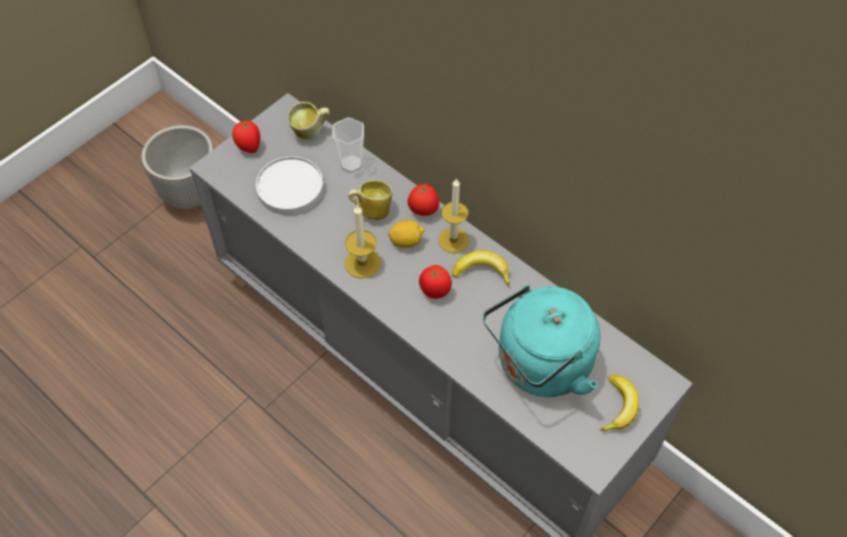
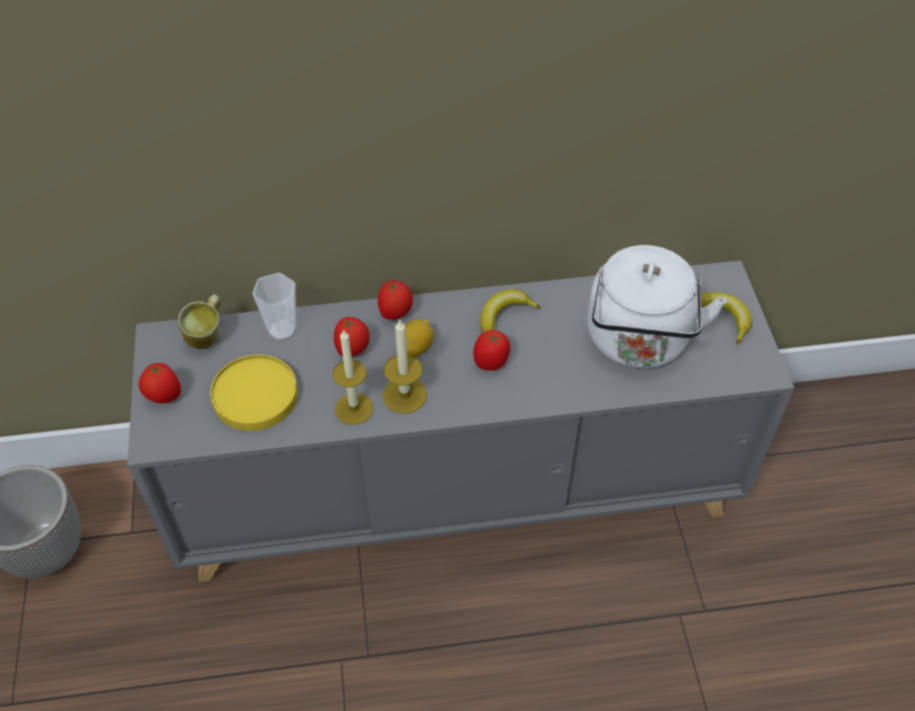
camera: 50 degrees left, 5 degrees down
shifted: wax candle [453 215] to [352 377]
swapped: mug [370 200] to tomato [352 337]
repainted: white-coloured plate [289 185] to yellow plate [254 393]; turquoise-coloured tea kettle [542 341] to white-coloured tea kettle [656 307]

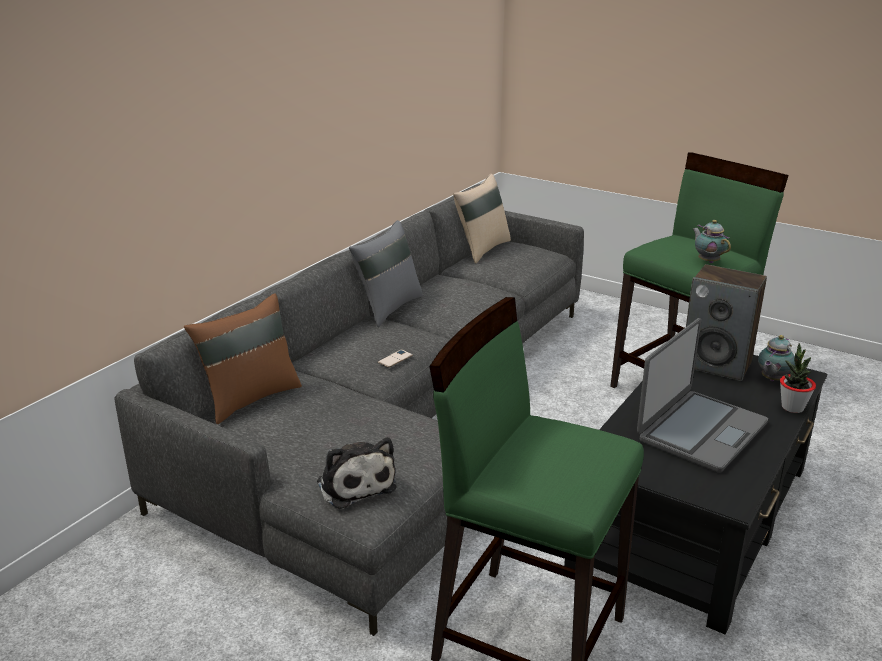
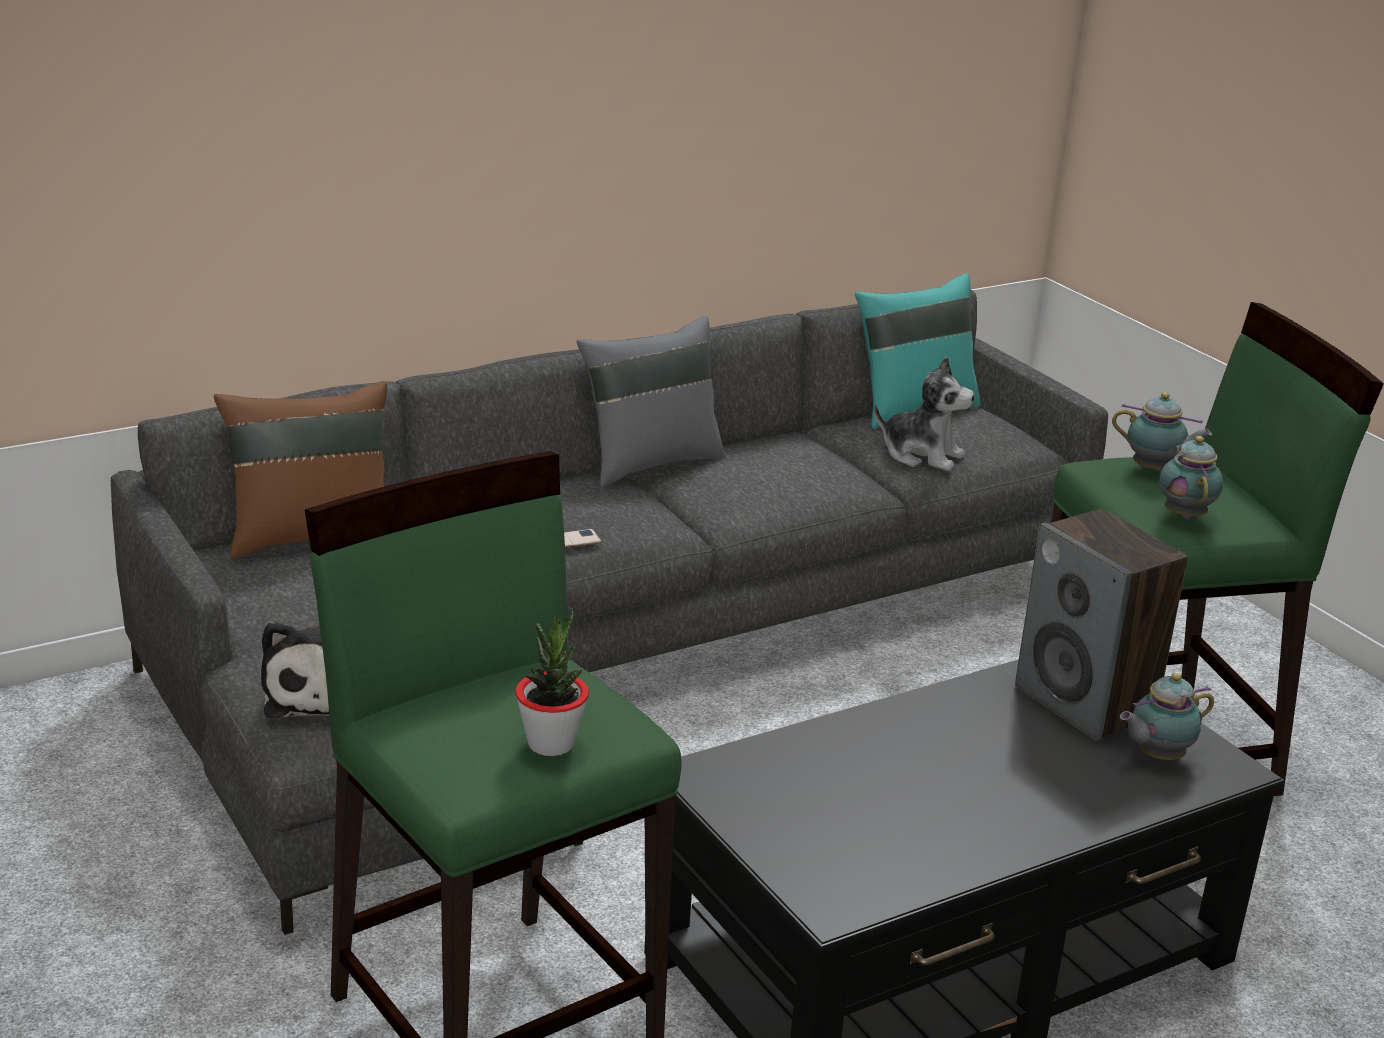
camera: 25 degrees right, 0 degrees up
gone: portable computer [702 395]
new: plush toy [924 413]; teapot [1162 431]
shifted: potted plant [798 378] to [552 682]
repainted: beige-coloured throw pillow [482 219] to turquoise-coloured throw pillow [917 351]

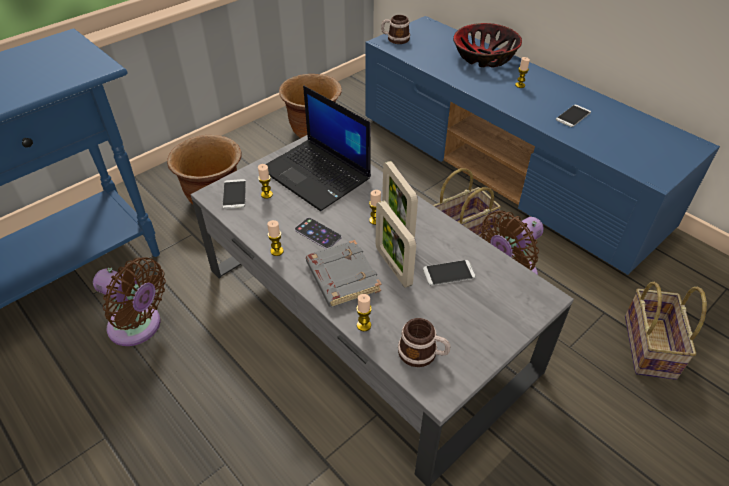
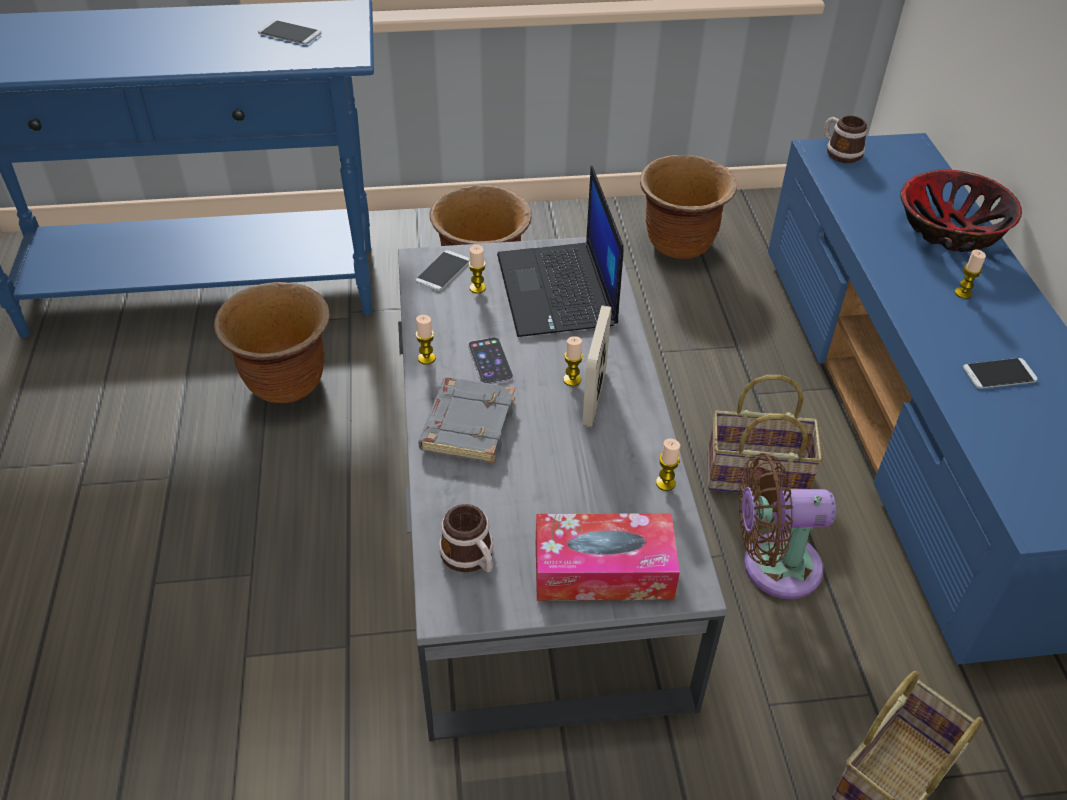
camera: 35 degrees right, 0 degrees up
gone: photo frame [396 244]
new: tissue holder [608 557]
shifted: wax candle [364 312] to [668 464]; handset [449 273] to [289 32]
swapped: brownish electric fan [129 301] to brownish plant pot [272 342]

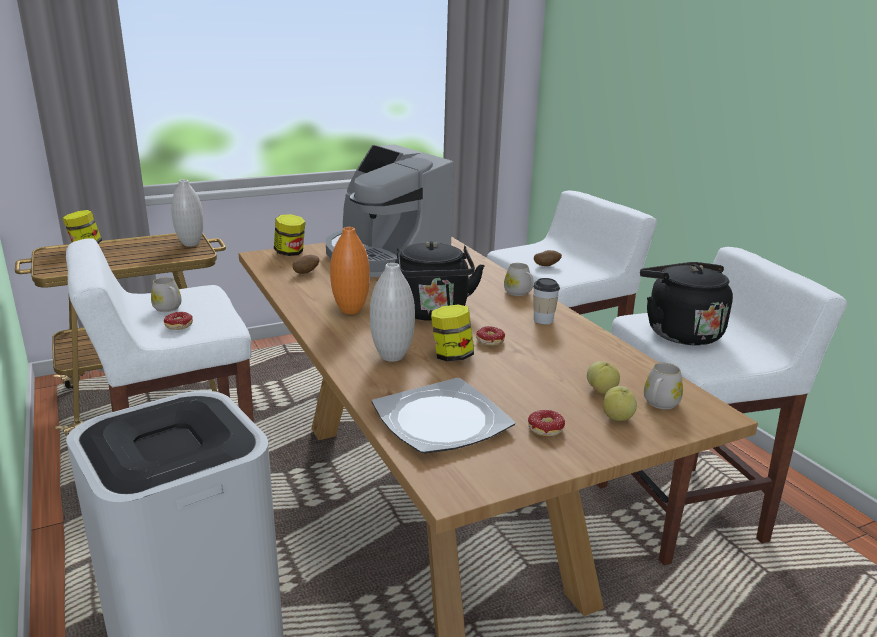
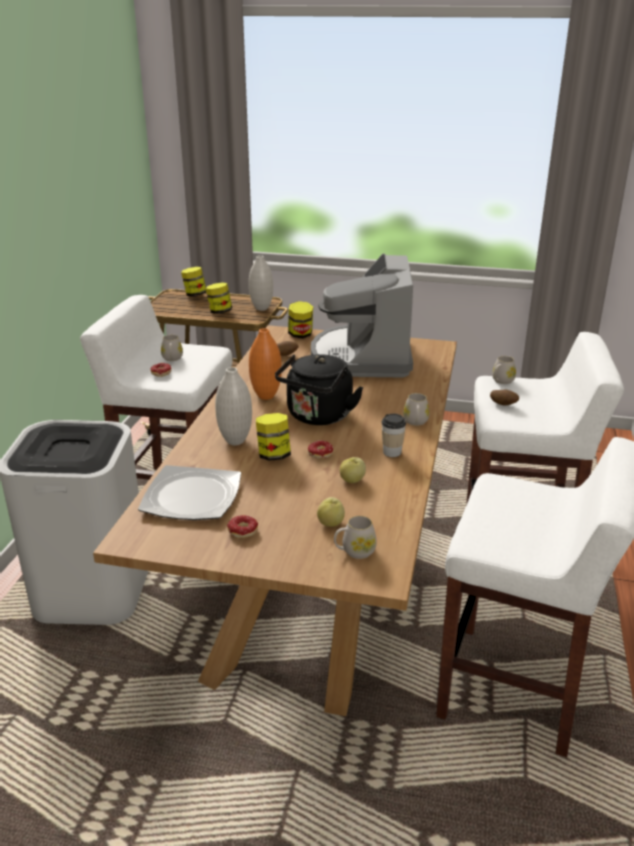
camera: 40 degrees right, 5 degrees up
gone: black-coloured tea kettle [686 303]
new: jar [219 298]; white-coloured mug [504 370]
shifted: apple [620 403] to [353 470]

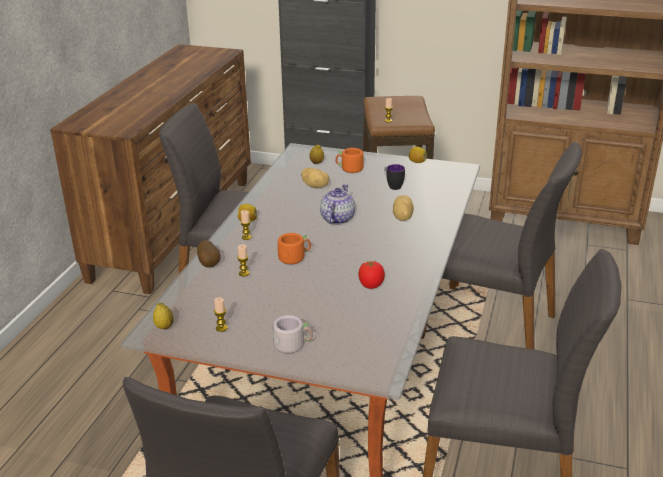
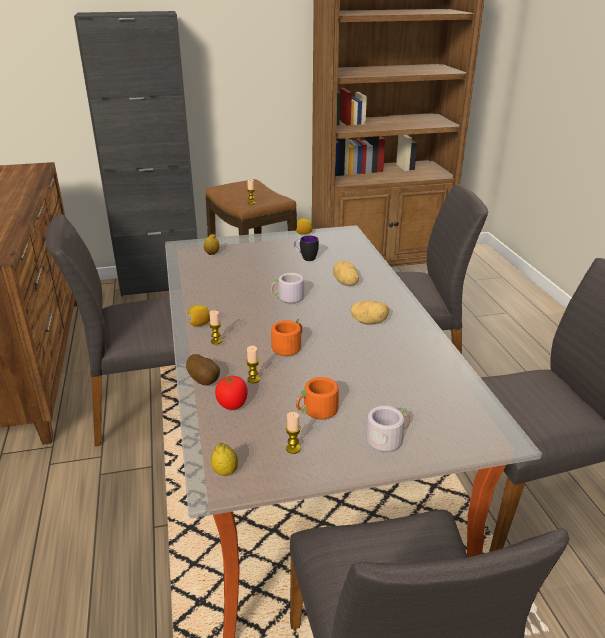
camera: 30 degrees left, 0 degrees up
shifted: whole potato [315 178] to [370 312]; orange-coloured mug [349 160] to [321 398]; tomato [371 275] to [231 392]
swapped: teapot [337 204] to grey mug [287 288]

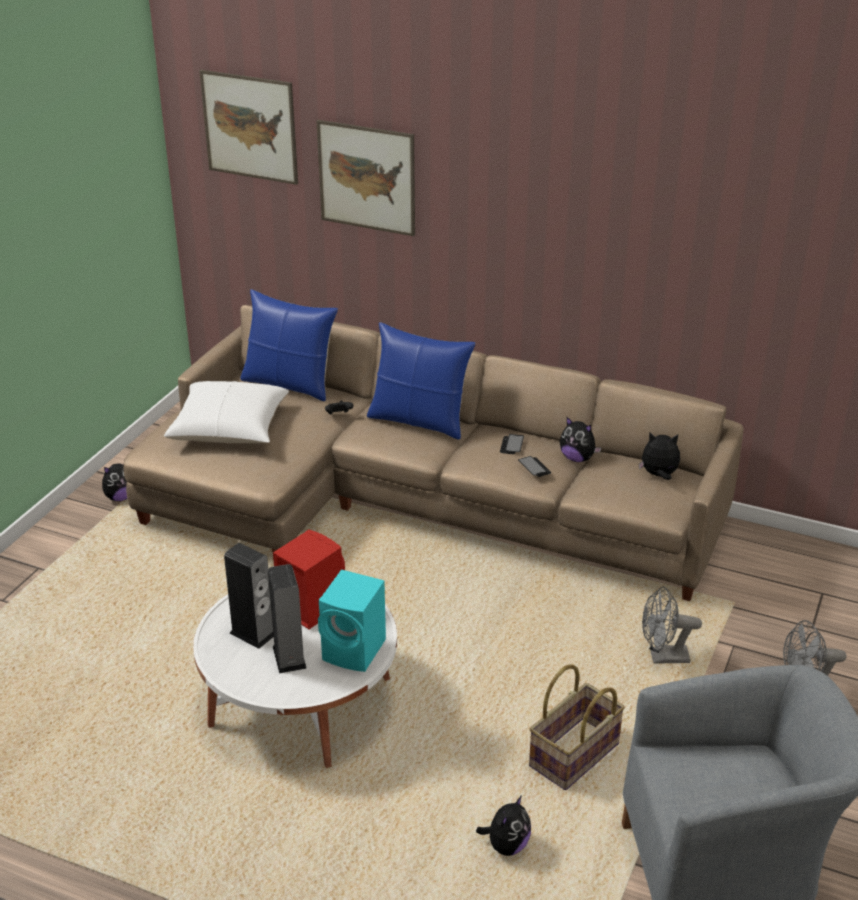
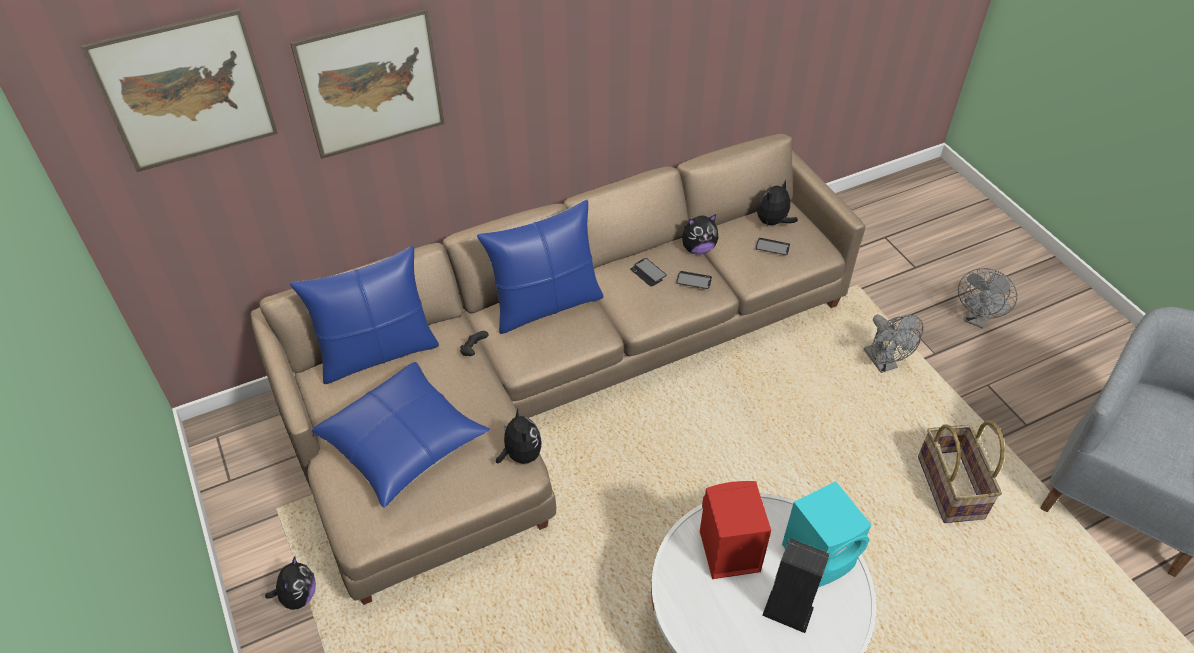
camera: 50 degrees left, 15 degrees up
gone: speaker [249 596]
new: handset [773 246]
shifted: plush toy [503 825] to [519 436]
repainted: white-coloured throw pillow [226 412] to blue throw pillow [401 435]
rotated: grey electric fan [672 625] = [893 344] 60 degrees counterclockwise

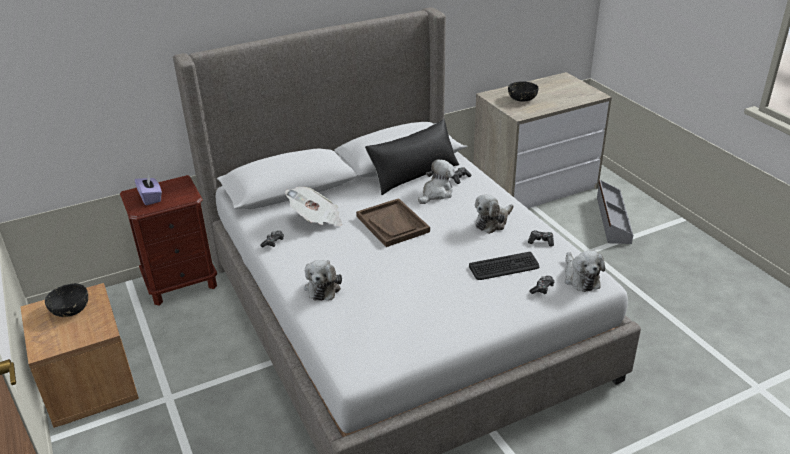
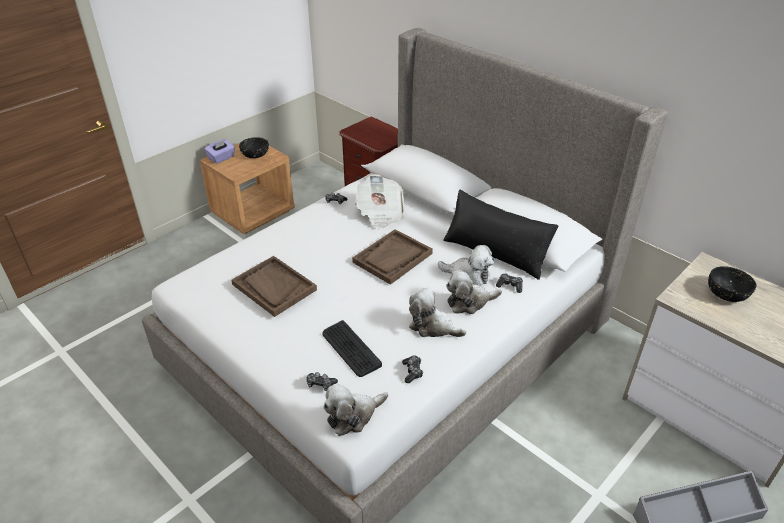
camera: 70 degrees right, 5 degrees up
new: brownish serving tray [274 286]
shifted: purplish tissue holder [148 189] to [219 151]; plush toy [323 280] to [474 292]

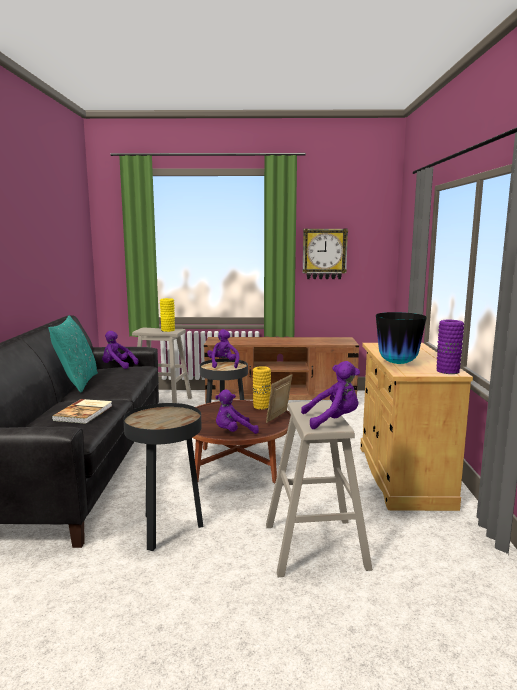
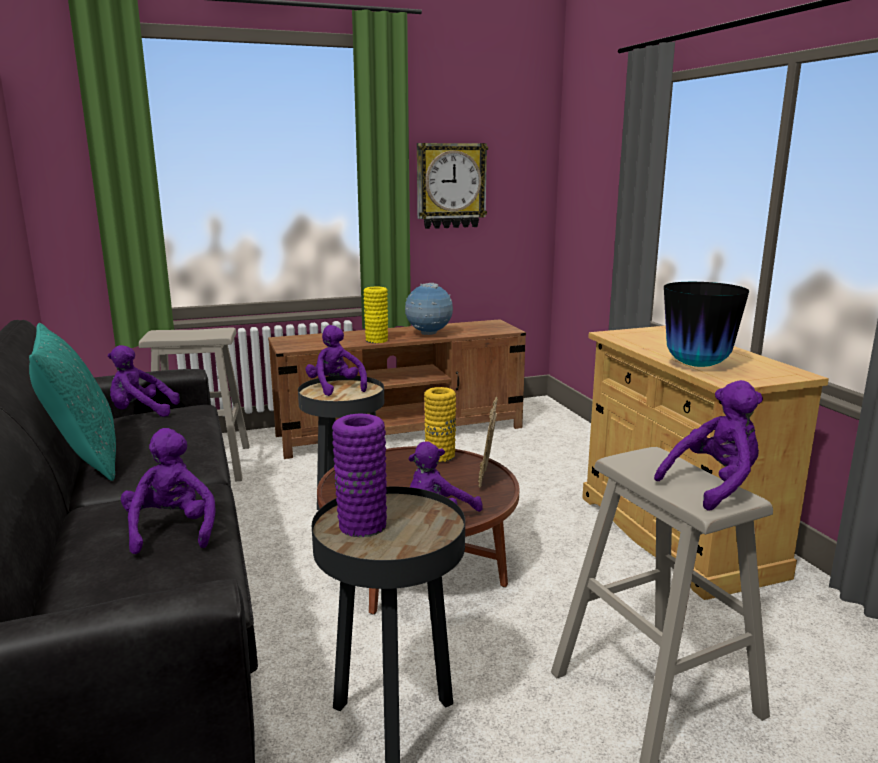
camera: 20 degrees left, 5 degrees up
new: desk globe [429 309]
shifted: yellow decorative vase [167 315] to [375 315]; purplish decorative vase [450 347] to [359 475]
swapped: volume [81 411] to purplish plush toy [168 491]

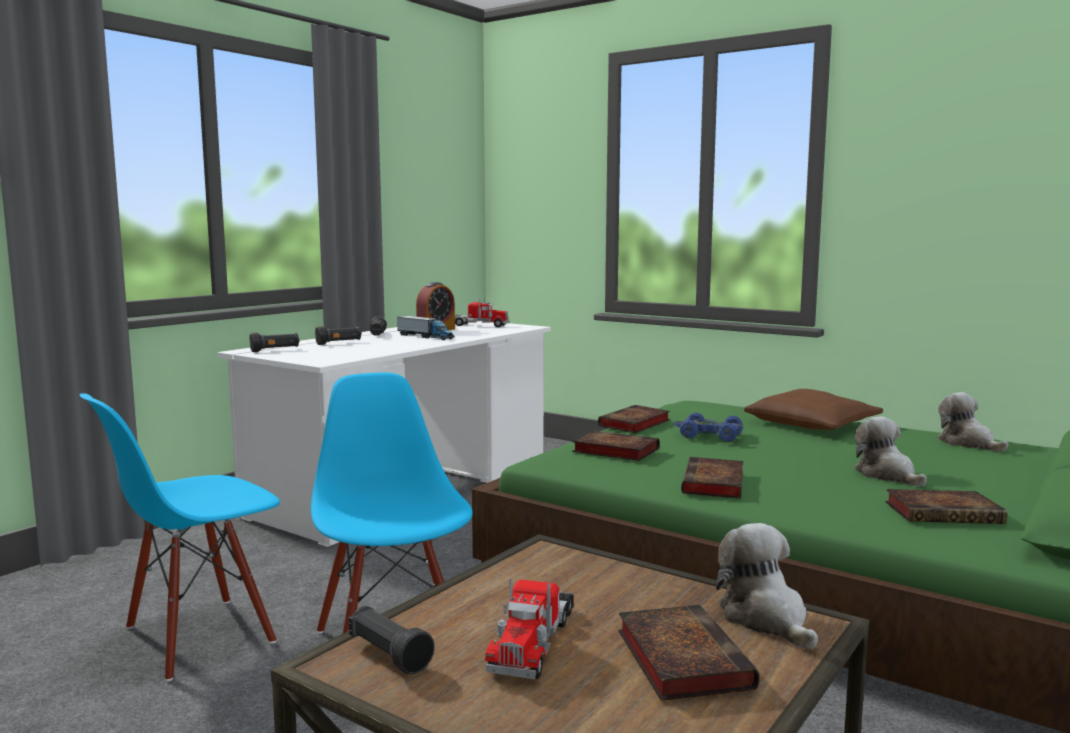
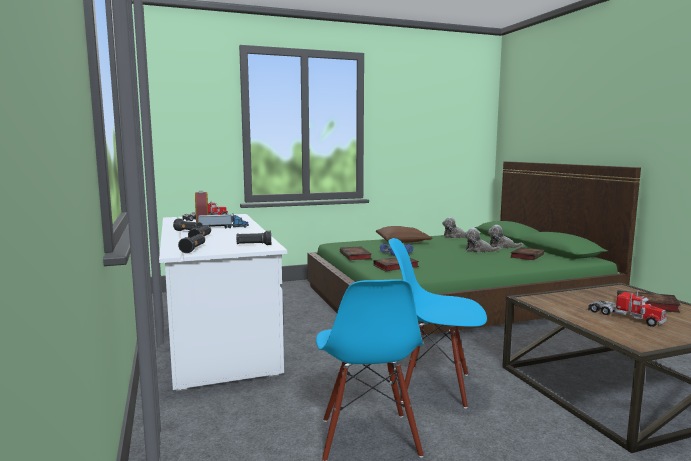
camera: 55 degrees left, 0 degrees up
gone: volume [712 478]
shifted: black-coloured hand torch [391 640] to [253 238]; plush toy [767 586] to [505 237]

